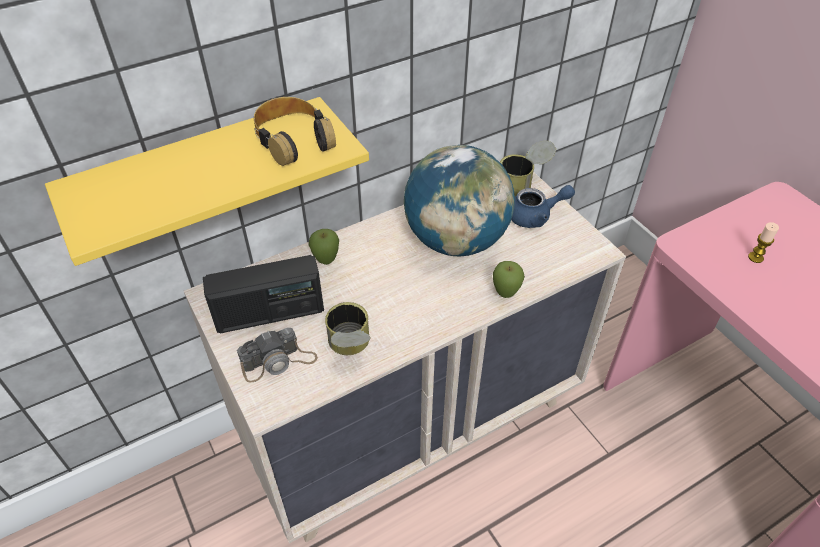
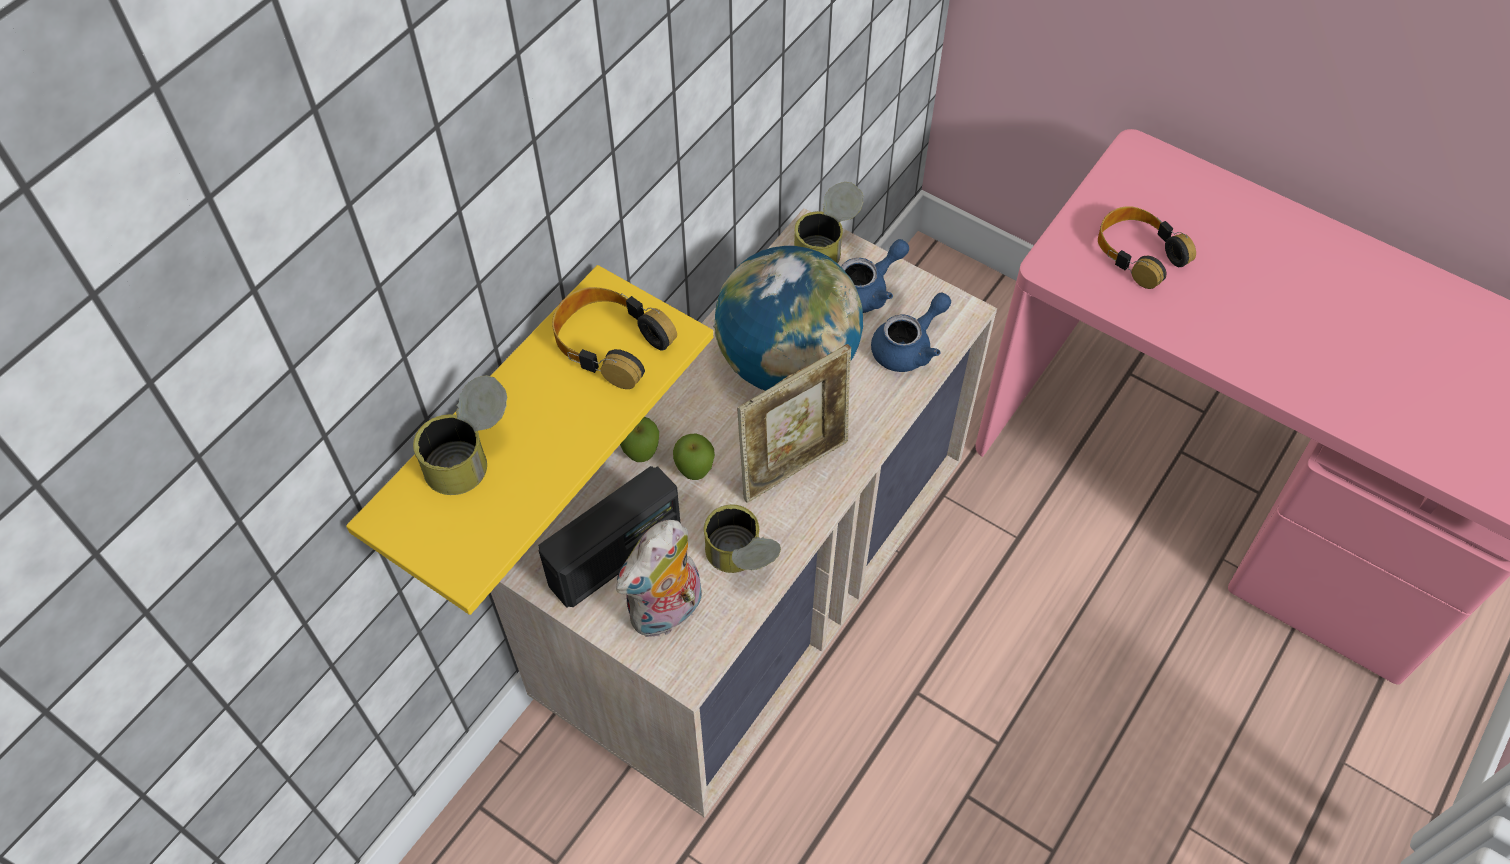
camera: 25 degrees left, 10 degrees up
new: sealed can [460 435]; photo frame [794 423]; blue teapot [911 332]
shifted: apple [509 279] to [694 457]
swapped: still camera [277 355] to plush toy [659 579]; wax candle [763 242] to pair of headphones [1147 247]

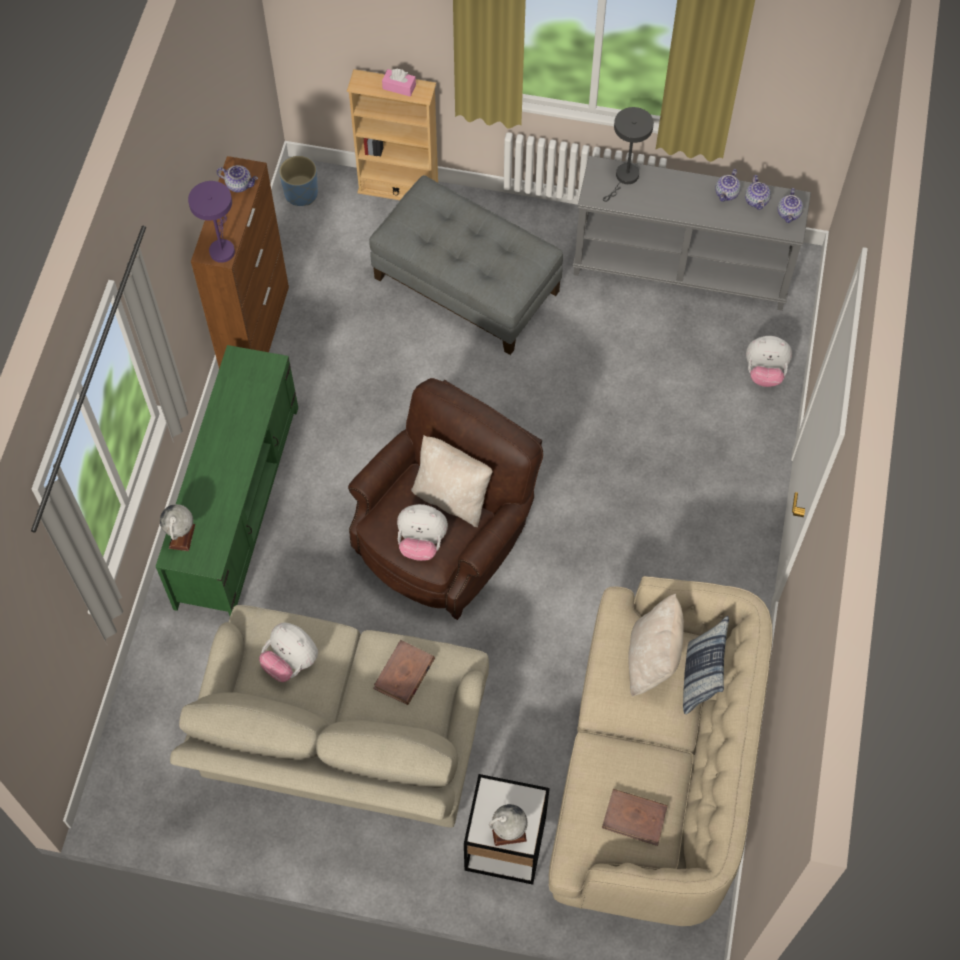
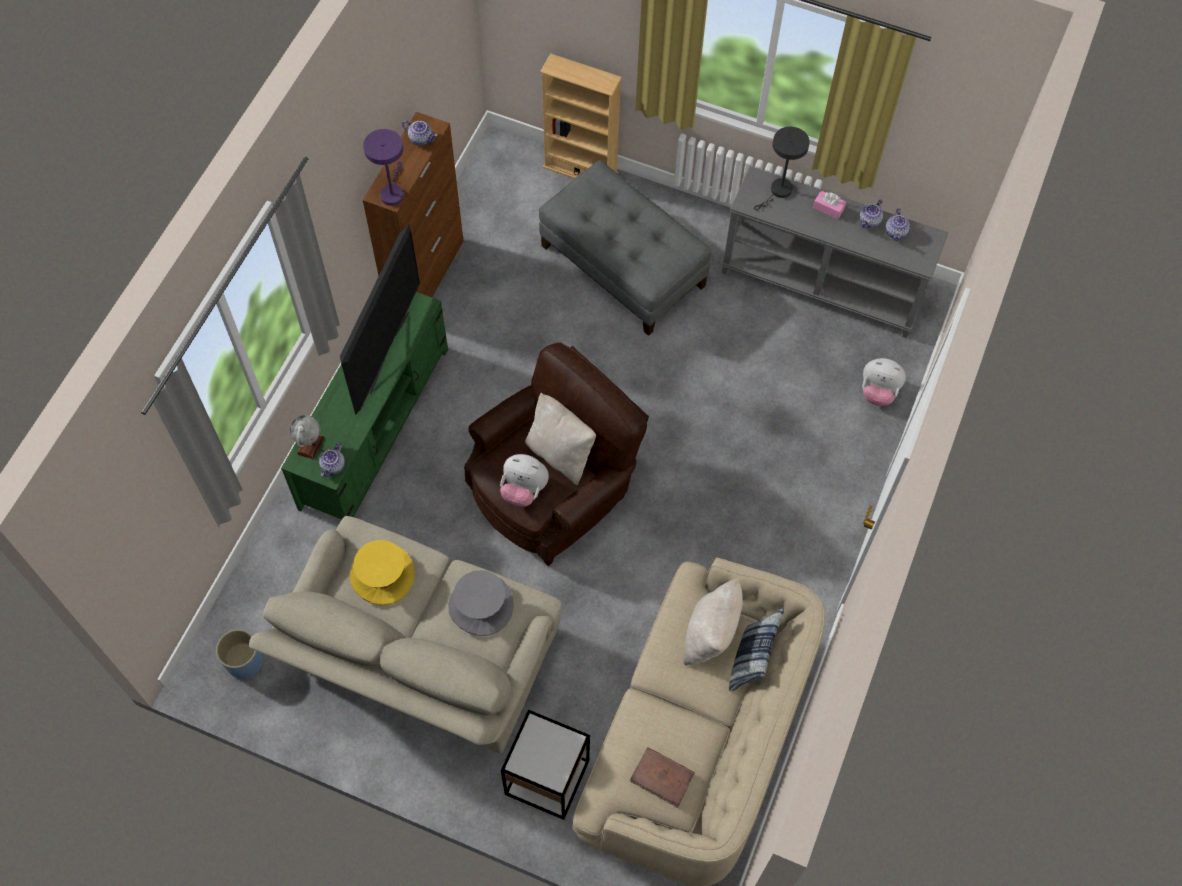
camera: 10 degrees right, 0 degrees up
gone: desk globe [508 825]
new: television [380 319]
shifted: blue plant pot [298 181] to [239 654]; pink-coloured tissue holder [399 83] to [829 205]; teapot [790 205] to [332 459]
swapped: plush toy [288 652] to yellow clothing hat [382 572]; brownish volume [404 672] to grey clothing hat [481 603]

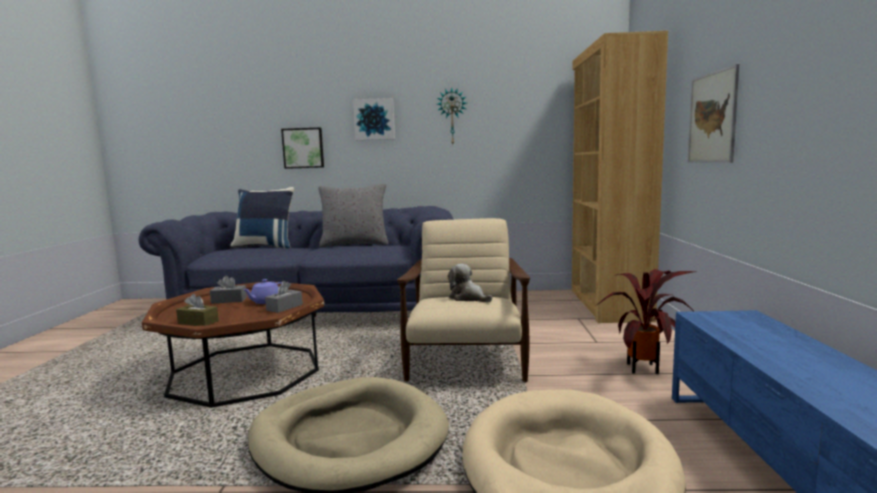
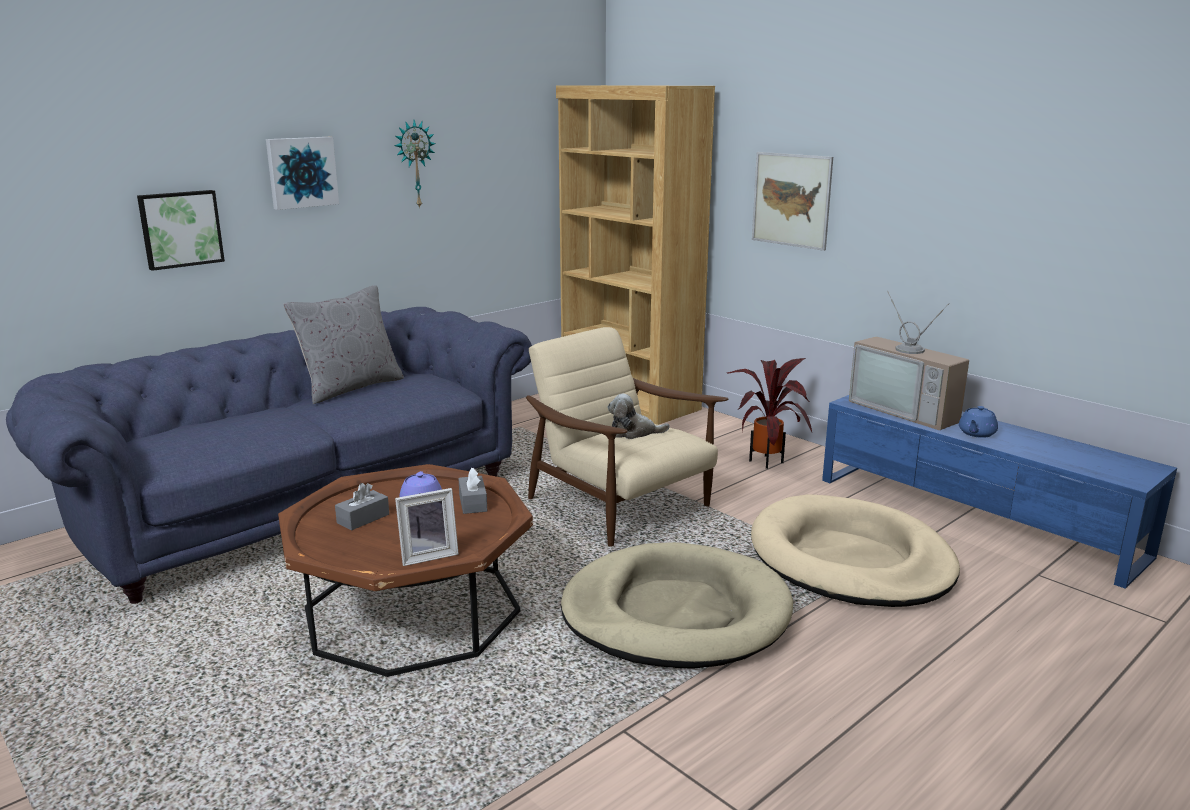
camera: 45 degrees left, 10 degrees up
gone: blue throw pillow [262 218]
new: television [909 360]; blue teapot [978 422]
swapped: brownish tissue holder [197 310] to photo frame [427 527]

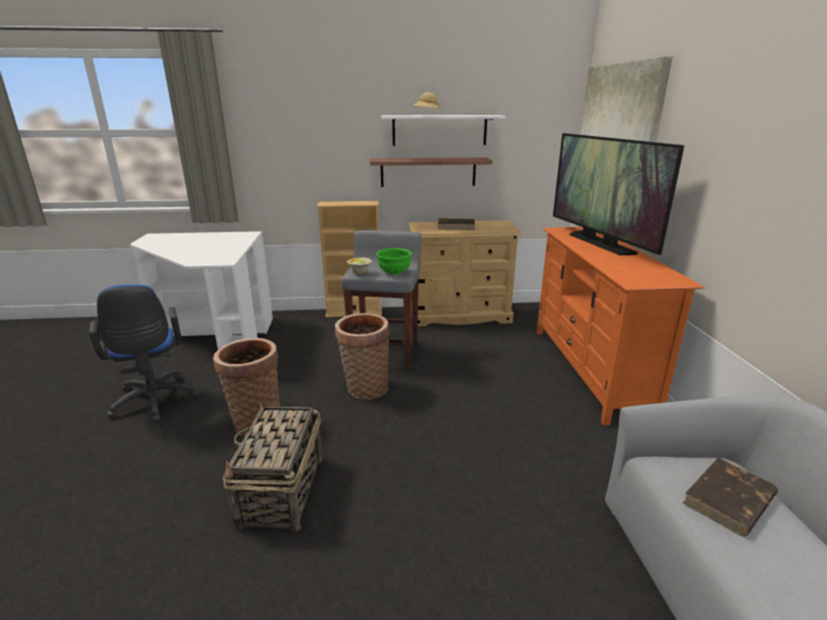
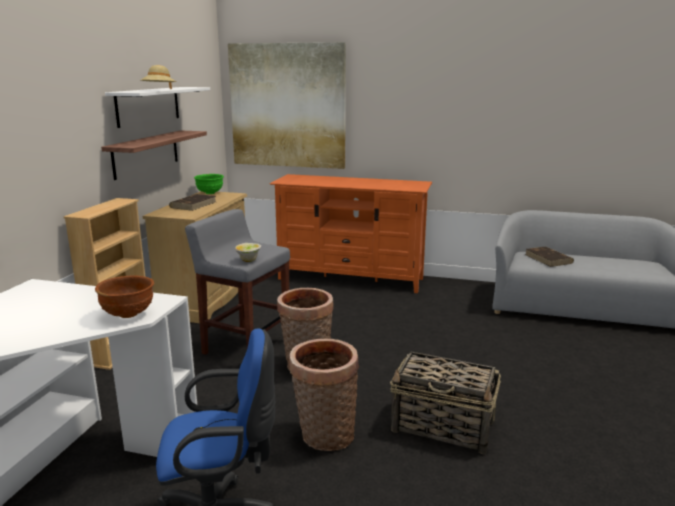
camera: 70 degrees left, 5 degrees down
gone: television [618 194]
new: brownish bowl [124 296]
shifted: green bowl [394 261] to [209 184]

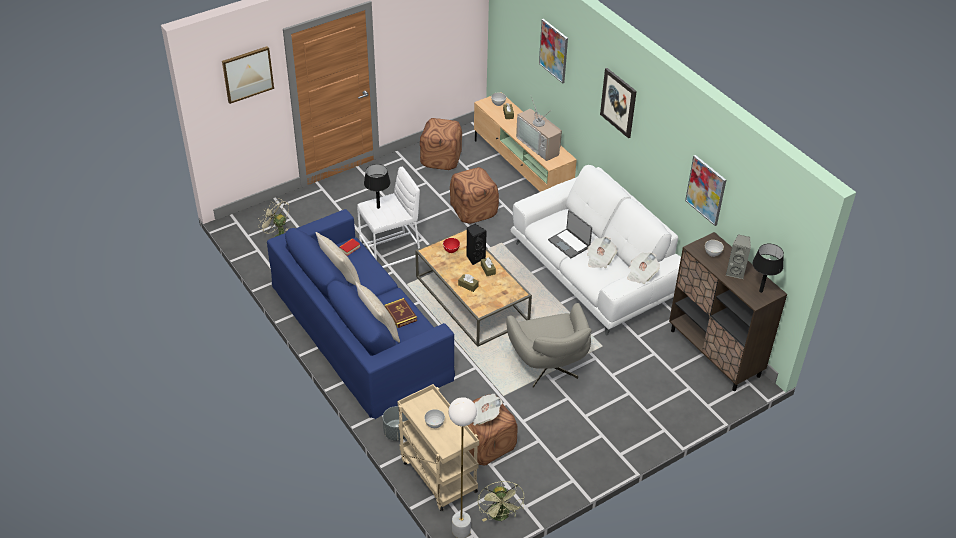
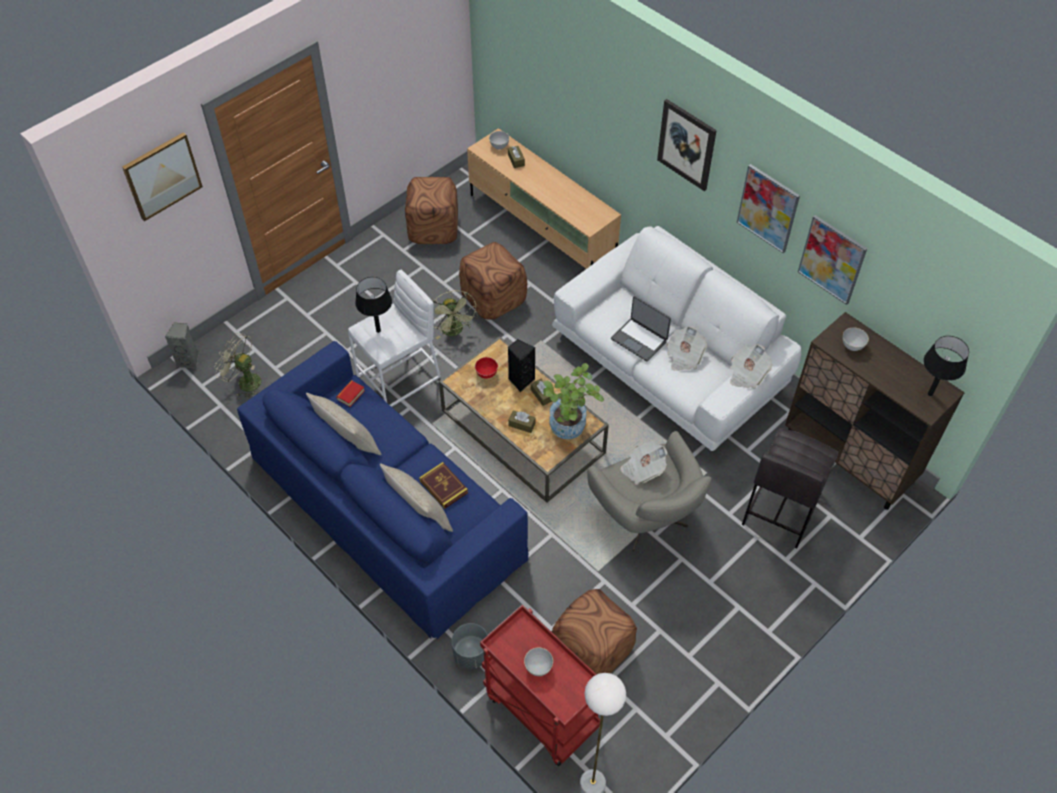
camera: 10 degrees left, 10 degrees up
gone: television [539 129]
new: potted plant [573 401]; grey stool [790 487]
shifted: printed paper [487 410] to [644 463]; green electric fan [501 501] to [455 315]; wall picture [553 51] to [768 208]; grey speaker [738 256] to [182 345]
repainted: beige-coloured wheeled cart [438 447] to red-coloured wheeled cart [540 685]

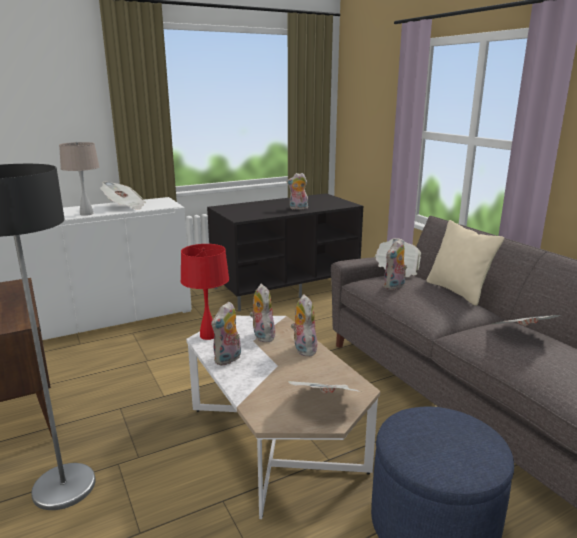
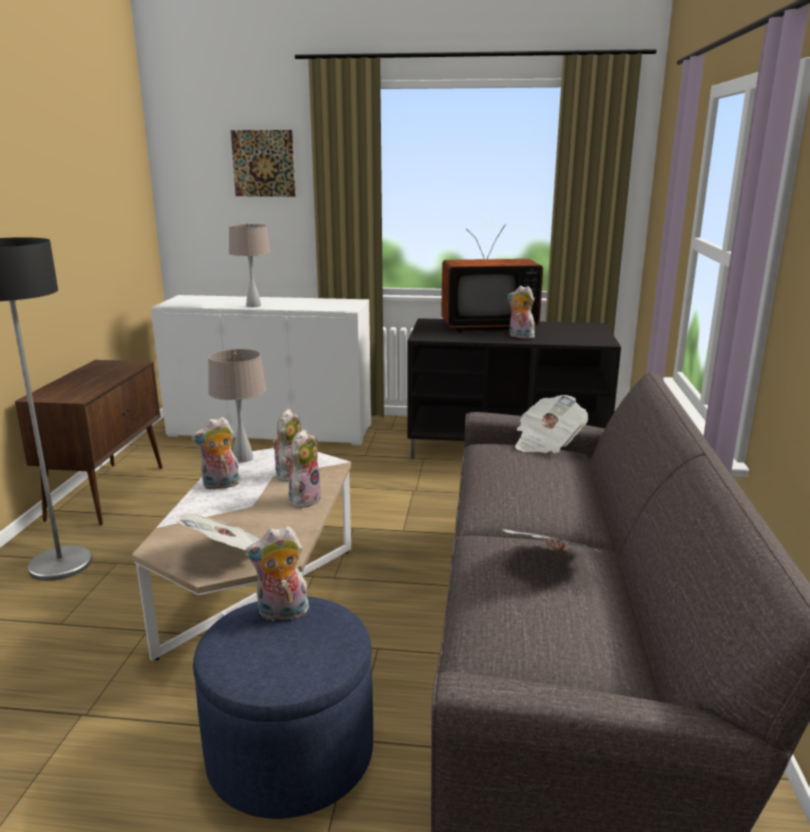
camera: 35 degrees right, 0 degrees up
gone: printed paper [123 196]; beige-coloured throw pillow [465 263]
new: wall picture [263 163]; television [492 278]
shifted: plush toy [395 264] to [276 573]
repainted: red-coloured table lamp [204 292] to beige-coloured table lamp [237 406]

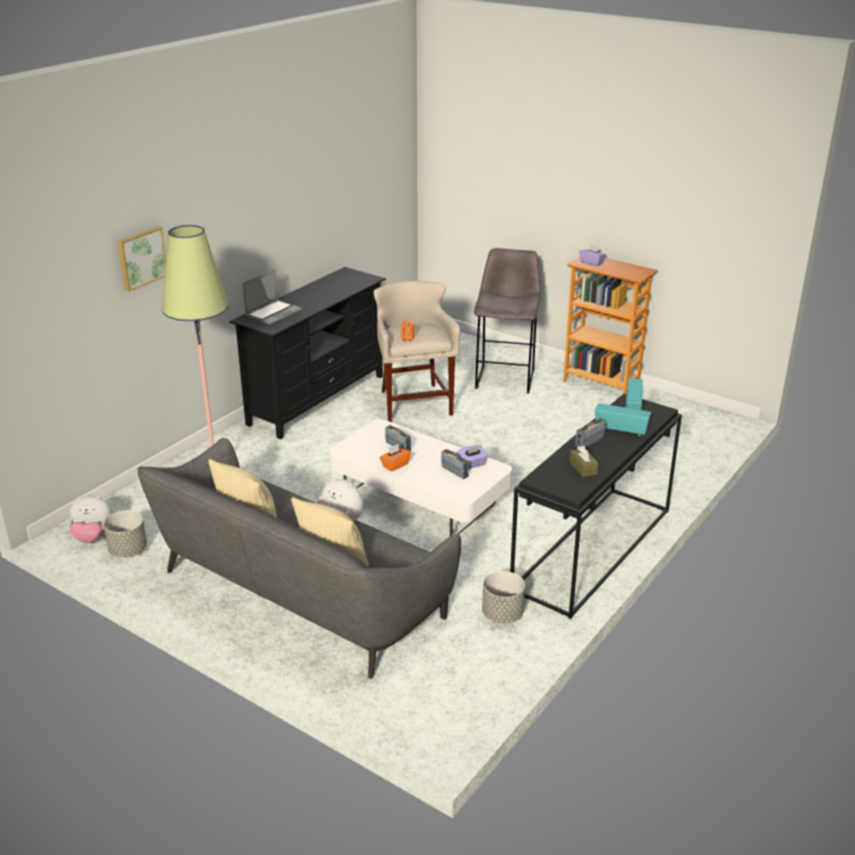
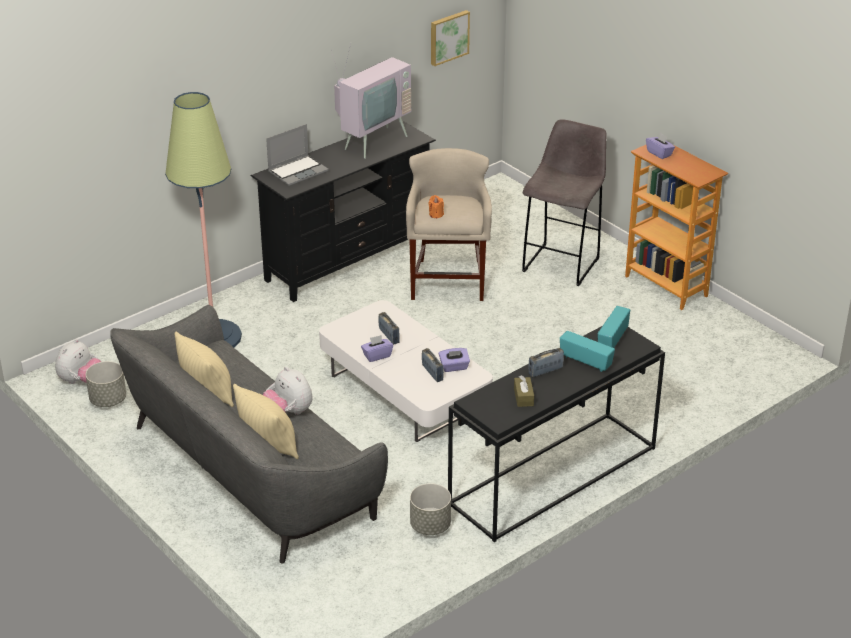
camera: 15 degrees right, 5 degrees up
new: television [371 100]
shifted: wall picture [141 259] to [450 38]
repainted: orange-coloured tissue holder [395 457] to purplish tissue holder [377 348]
rotated: plush toy [91 519] = [78 361] 75 degrees counterclockwise

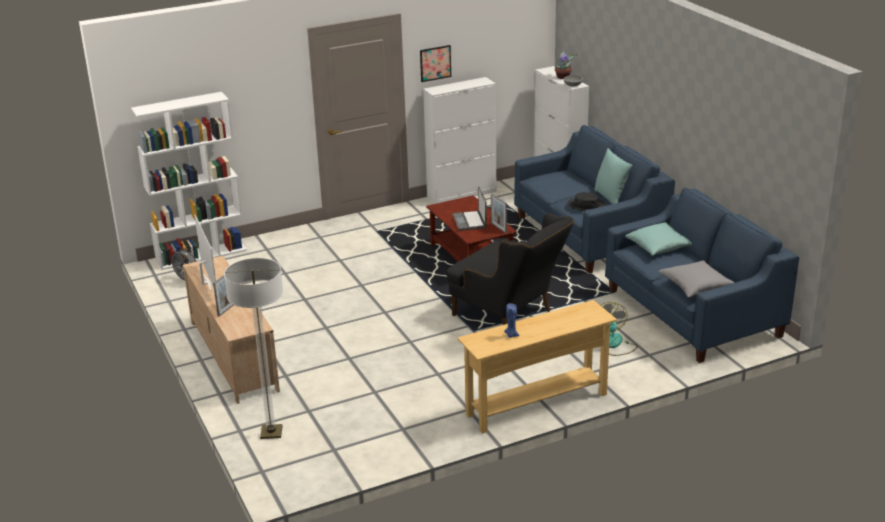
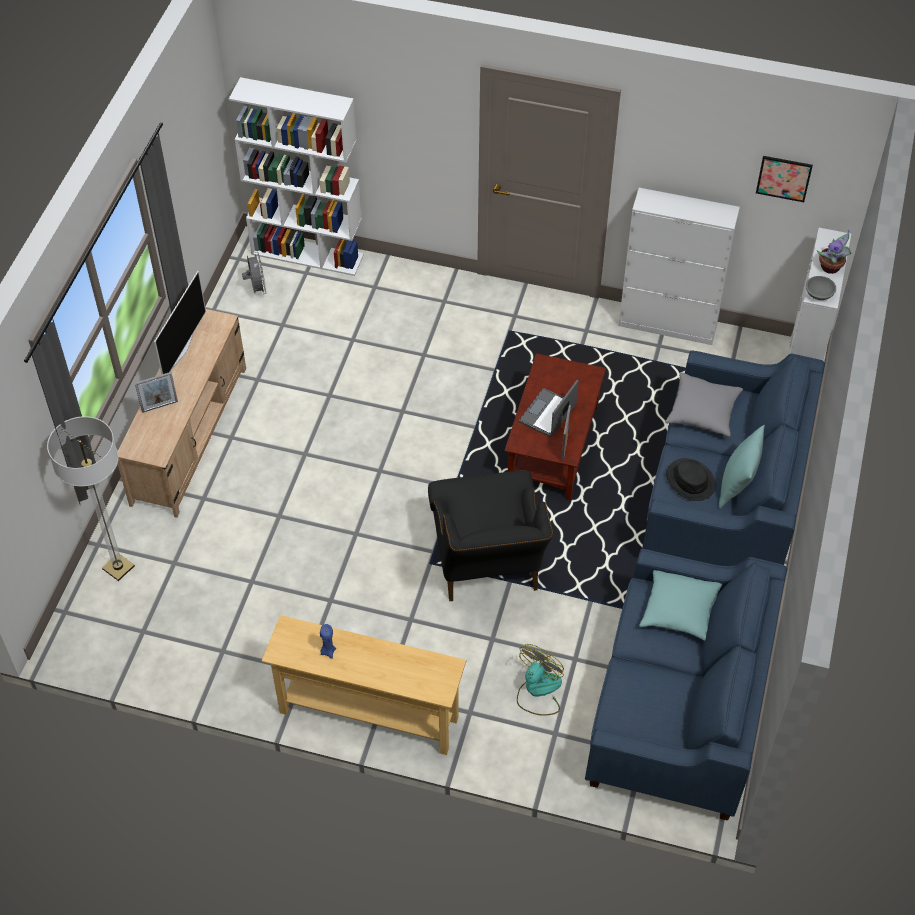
camera: 40 degrees right, 25 degrees up
shifted: wall picture [435 63] to [784 179]; grey throw pillow [696 279] to [704 404]

